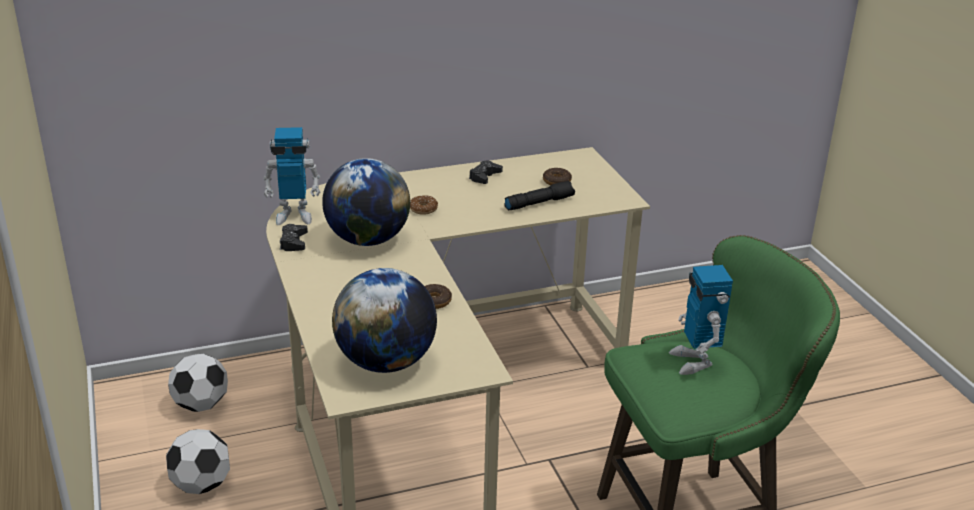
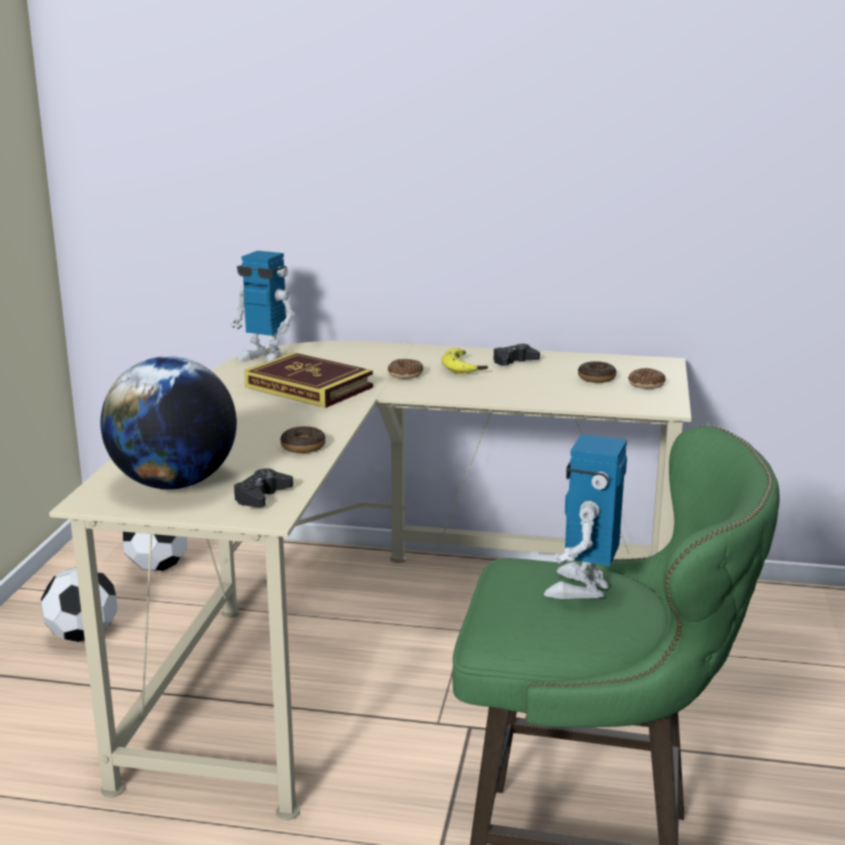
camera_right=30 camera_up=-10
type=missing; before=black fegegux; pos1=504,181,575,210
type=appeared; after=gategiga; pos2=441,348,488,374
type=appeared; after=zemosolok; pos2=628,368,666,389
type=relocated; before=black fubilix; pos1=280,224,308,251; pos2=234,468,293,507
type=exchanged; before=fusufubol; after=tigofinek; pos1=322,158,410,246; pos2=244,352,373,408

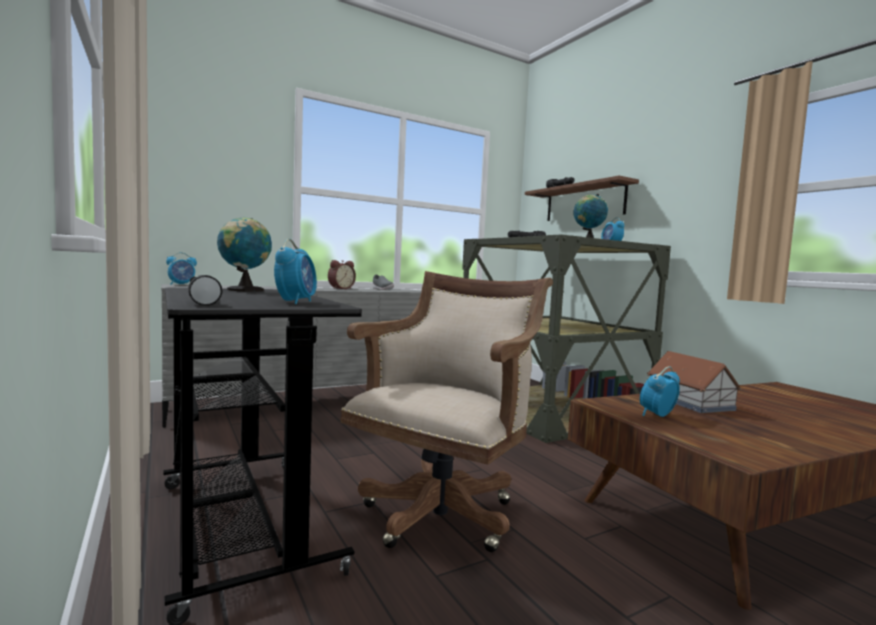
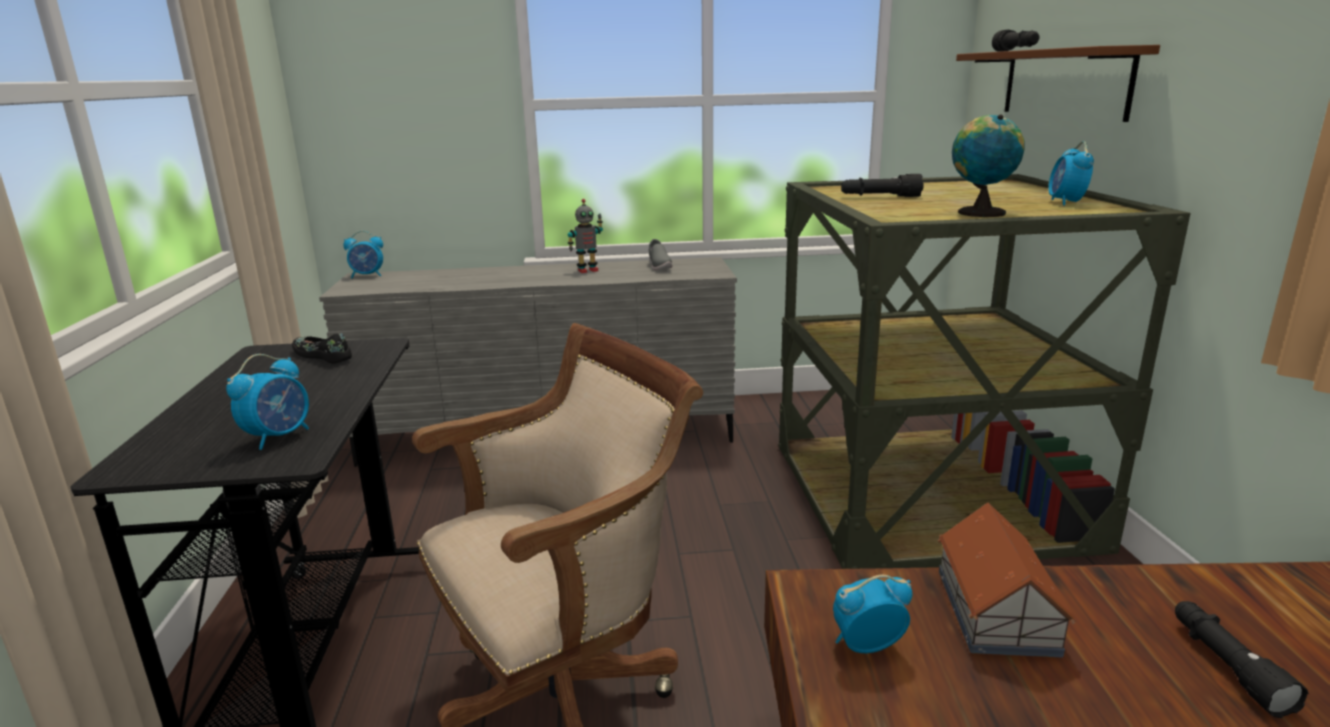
camera_right=25 camera_up=15
type=relocated; before=black fegegux; pos1=188,275,223,306; pos2=1175,601,1309,718
type=exchanged; before=fusufubol; after=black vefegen; pos1=217,217,272,292; pos2=292,333,352,364
type=exchanged; before=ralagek; after=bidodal; pos1=328,260,356,289; pos2=568,199,603,273

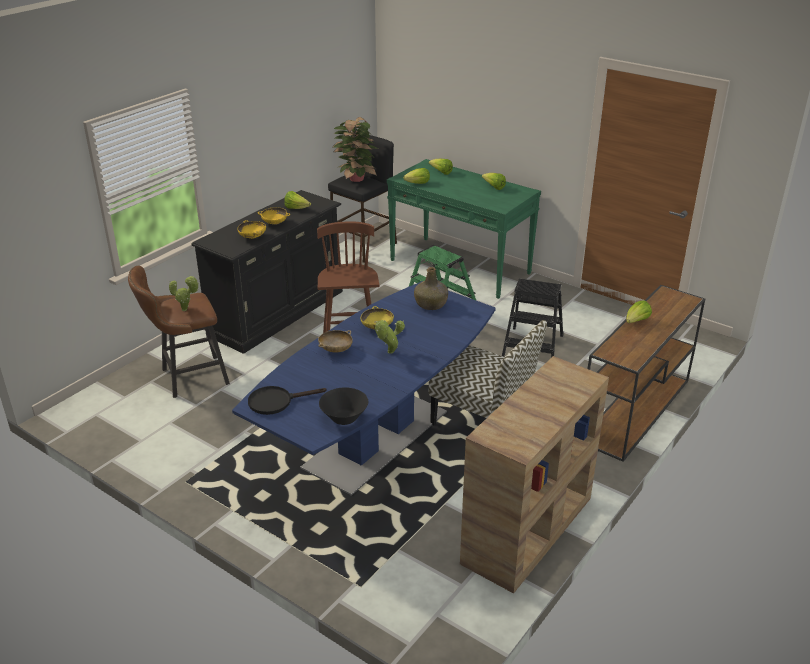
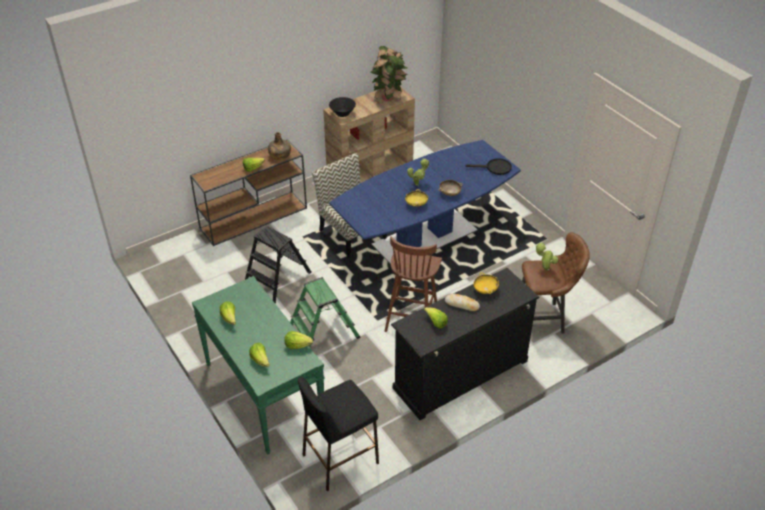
camera_right=-160 camera_up=10
type=relocated; before=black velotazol; pos1=319,387,368,425; pos2=329,97,356,117
type=relocated; before=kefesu; pos1=332,117,378,182; pos2=371,46,407,101
type=relocated; before=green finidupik; pos1=414,267,448,310; pos2=268,132,291,160
type=exchanged; before=yellow velotazol; after=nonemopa; pos1=258,207,290,225; pos2=445,294,480,311

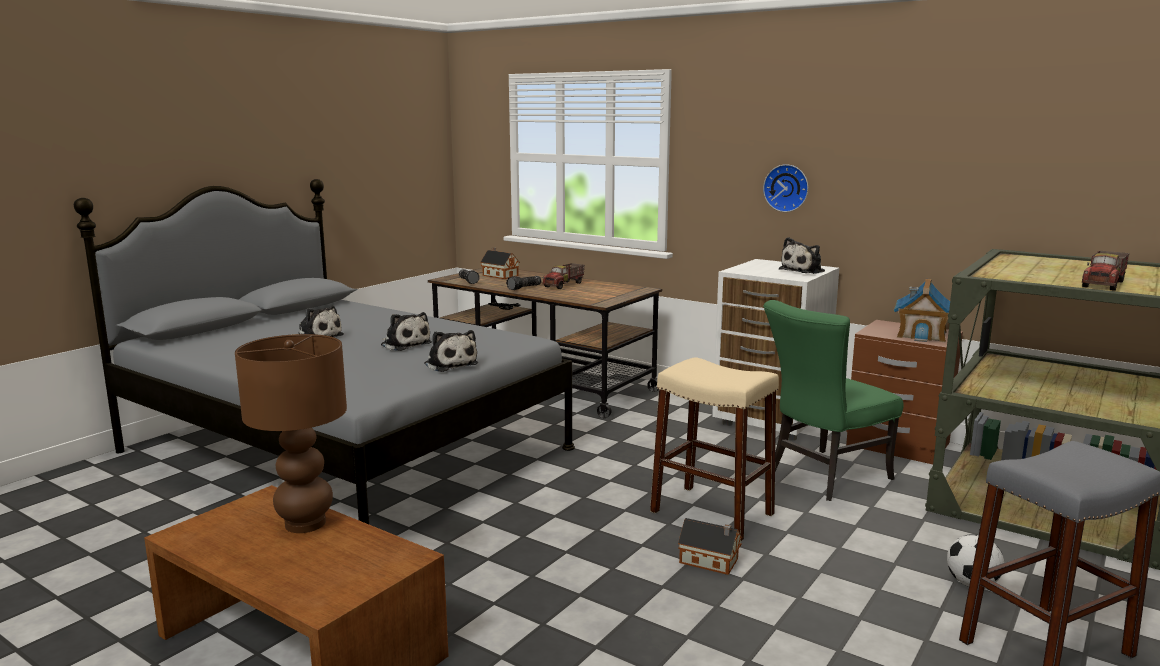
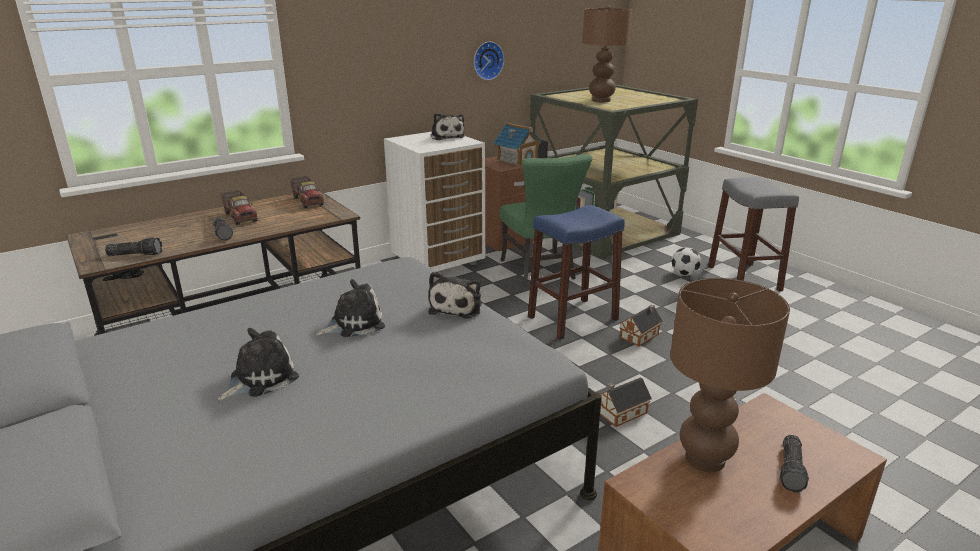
camera_right=-70 camera_up=10
type=appeared; after=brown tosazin; pos2=582,5,632,102
type=appeared; after=fegegux; pos2=780,435,809,492
type=relocated; before=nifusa; pos1=480,248,520,279; pos2=600,377,652,427
type=relocated; before=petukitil; pos1=763,164,808,212; pos2=474,42,504,80
type=relocated; before=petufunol; pos1=1082,250,1129,291; pos2=290,176,324,208
type=colour; before=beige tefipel; after=blue tefipel; pos1=650,357,779,541; pos2=528,205,625,340
type=spun; before=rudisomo; pos1=424,330,478,372; pos2=428,272,482,319; turn=120

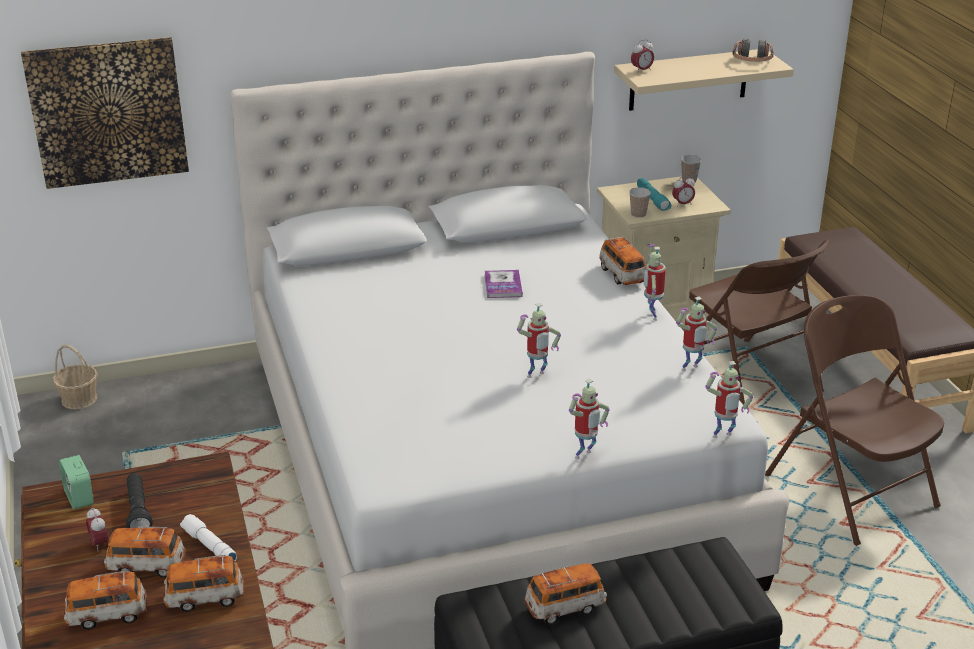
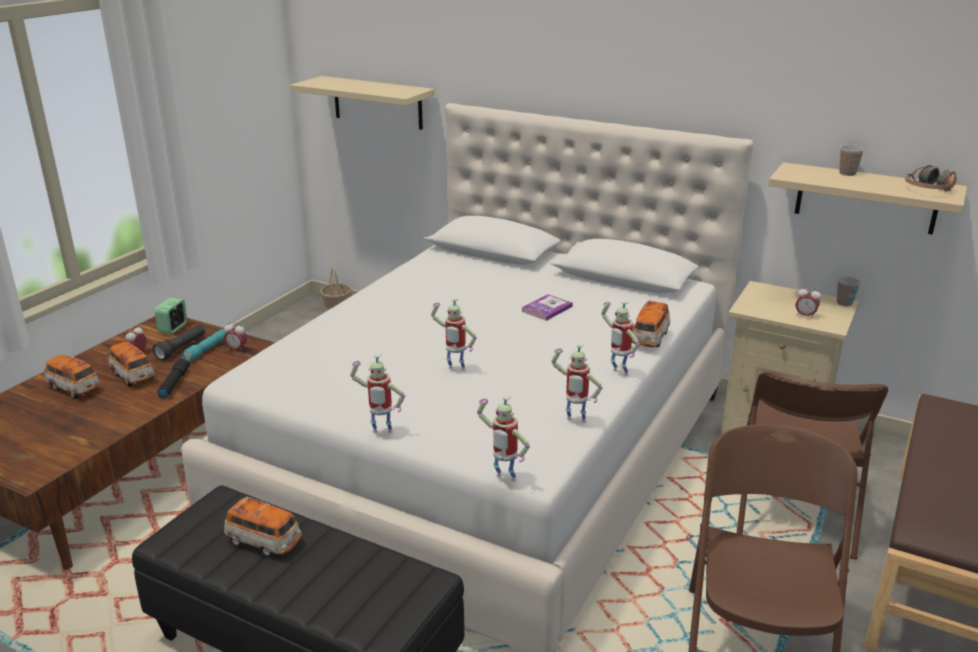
camera_right=45 camera_up=-5
type=missing; before=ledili; pos1=163,555,244,612
type=relocated; before=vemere; pos1=629,187,651,218; pos2=839,145,864,176
type=relocated; before=ralagek; pos1=631,39,654,73; pos2=224,322,247,351
type=relocated; before=turquoise fegegux; pos1=637,178,671,211; pos2=181,329,227,362
type=exchanged; before=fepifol; after=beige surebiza; pos1=21,37,189,189; pos2=290,76,435,130
type=colour; before=white fegegux; after=black fegegux; pos1=180,514,237,561; pos2=158,358,190,398
type=spun; before=bidodal; pos1=644,244,666,321; pos2=601,301,640,376; turn=-90

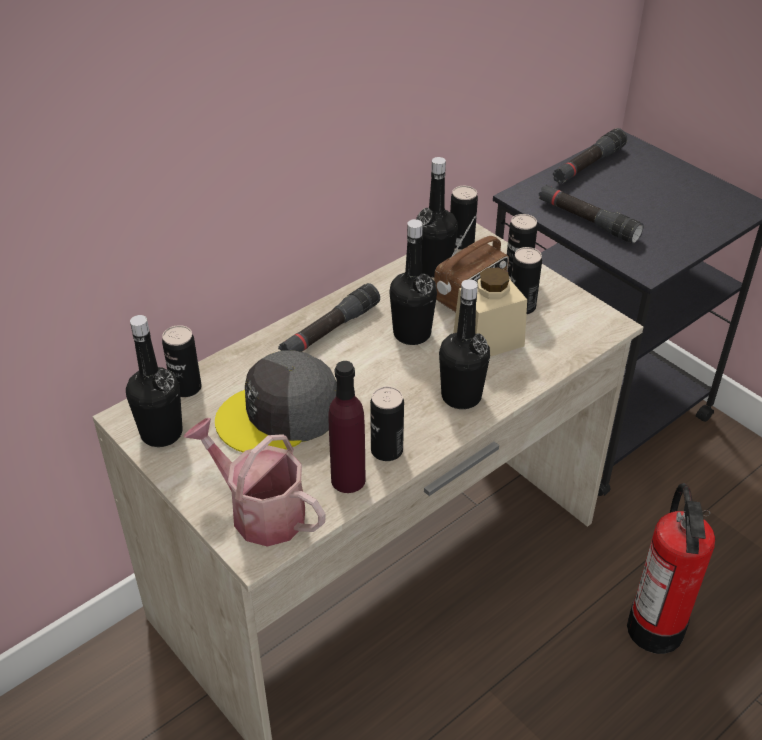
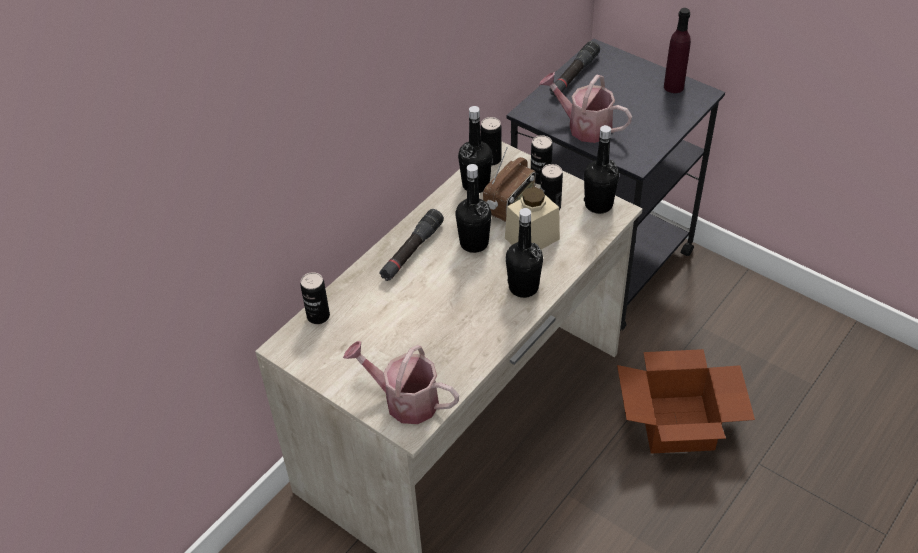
camera_right=-10 camera_up=5
type=missing; before=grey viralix; pos1=215,350,337,452
type=missing; before=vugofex; pos1=370,386,404,461
type=relocated; before=black finidupik; pos1=126,315,183,447; pos2=584,125,619,214
type=relocated; before=purple finidupik; pos1=328,361,365,493; pos2=664,8,691,93
type=exchanged; before=black fegegux; after=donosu; pos1=539,185,643,244; pos2=539,72,632,143
type=exchanged; before=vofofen; after=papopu; pos1=627,483,715,654; pos2=617,349,755,453

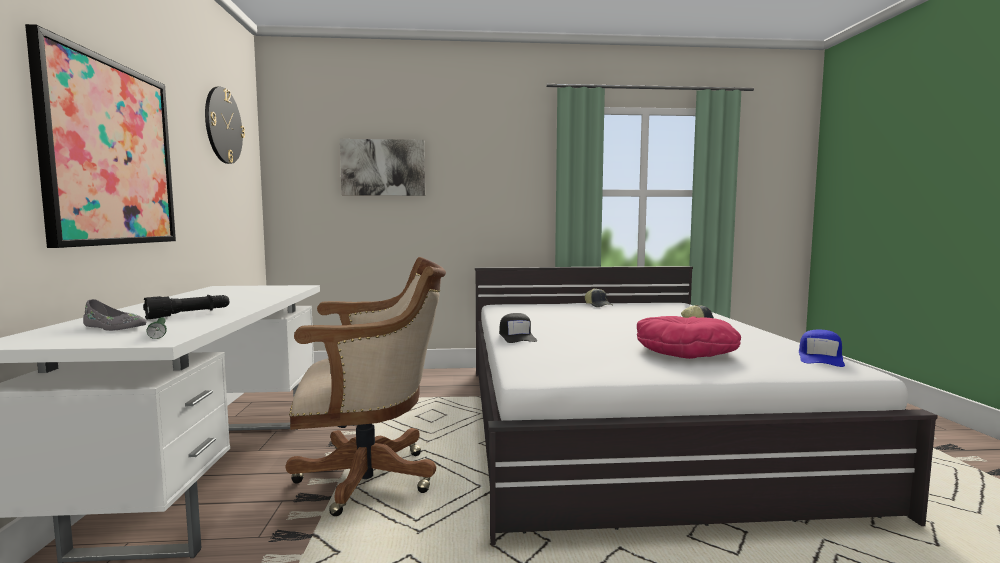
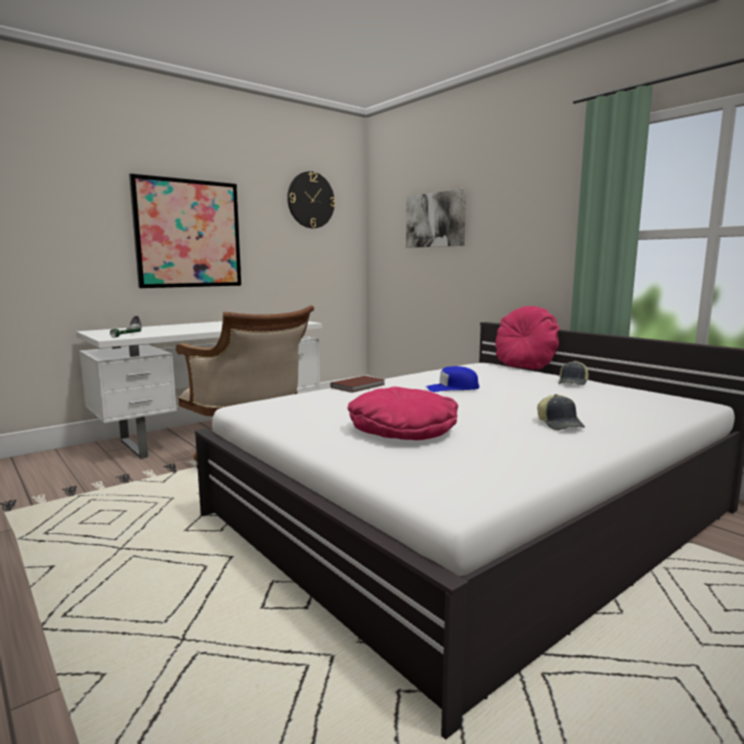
camera_right=55 camera_up=5
type=missing; before=black fegegux; pos1=143,295,229,319
type=appeared; after=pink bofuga; pos2=495,306,560,369
type=relocated; before=blue viralix; pos1=799,330,845,367; pos2=426,366,479,392
type=exchanged; before=black viralix; after=brown tigofinek; pos1=499,313,537,343; pos2=330,376,385,393

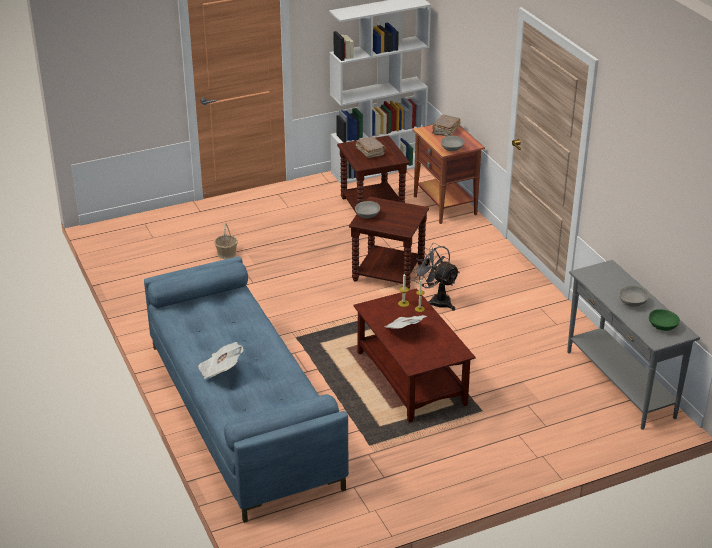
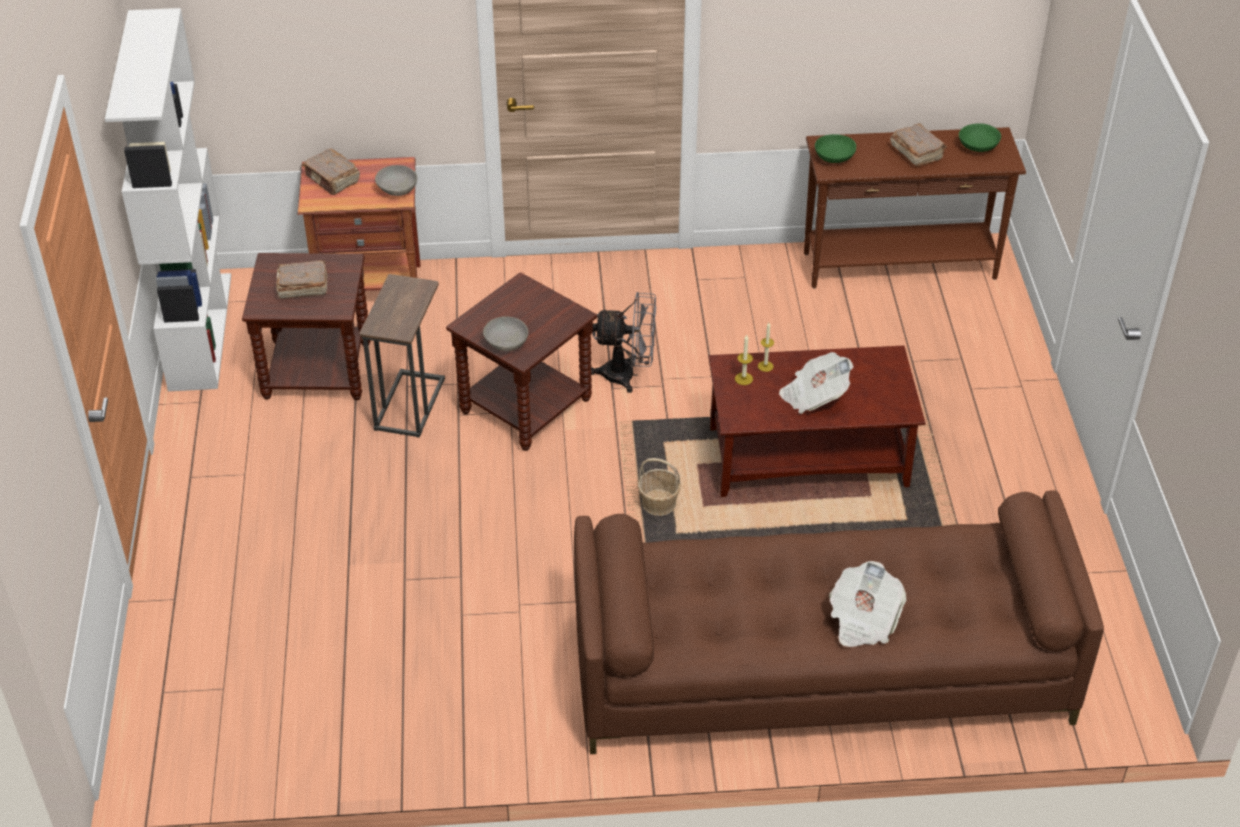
camera_right=-70 camera_up=10
type=appeared; after=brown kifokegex; pos2=359,274,445,438
type=appeared; after=green velotazol; pos2=815,134,856,163
type=relocated; before=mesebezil; pos1=214,223,238,259; pos2=638,458,681,516
type=exchanged; before=grey velotazol; after=brown tigofinek; pos1=619,286,649,307; pos2=890,123,947,167
type=colour; before=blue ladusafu; after=brown ladusafu; pos1=144,256,349,523; pos2=574,490,1104,754
type=colour; before=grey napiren; after=brown napiren; pos1=567,260,700,430; pos2=804,127,1026,288
type=spun; before=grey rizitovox; pos1=412,243,460,311; pos2=591,292,656,393; turn=-150

